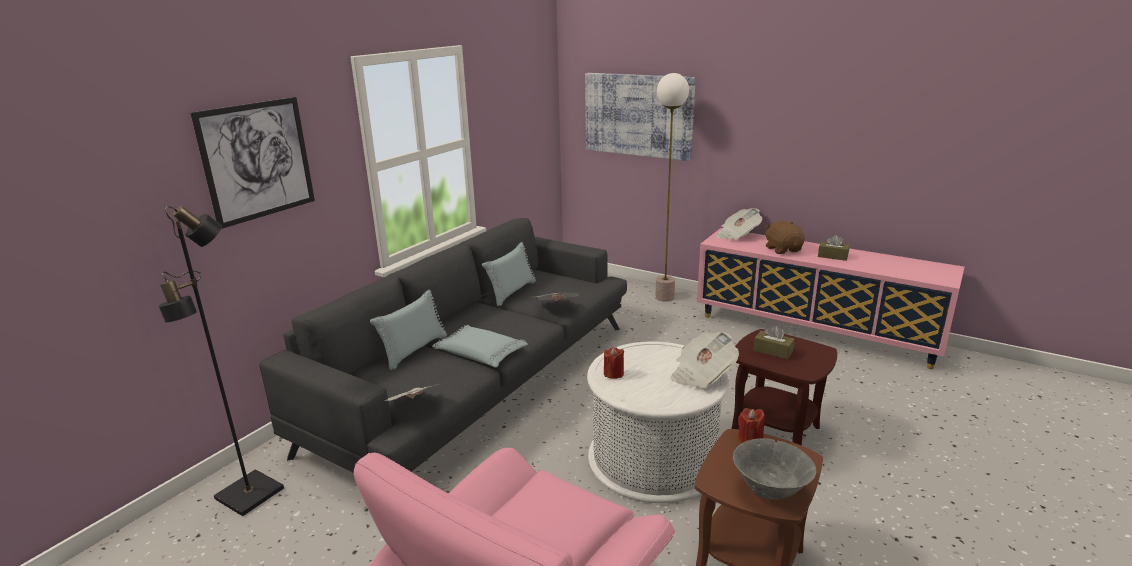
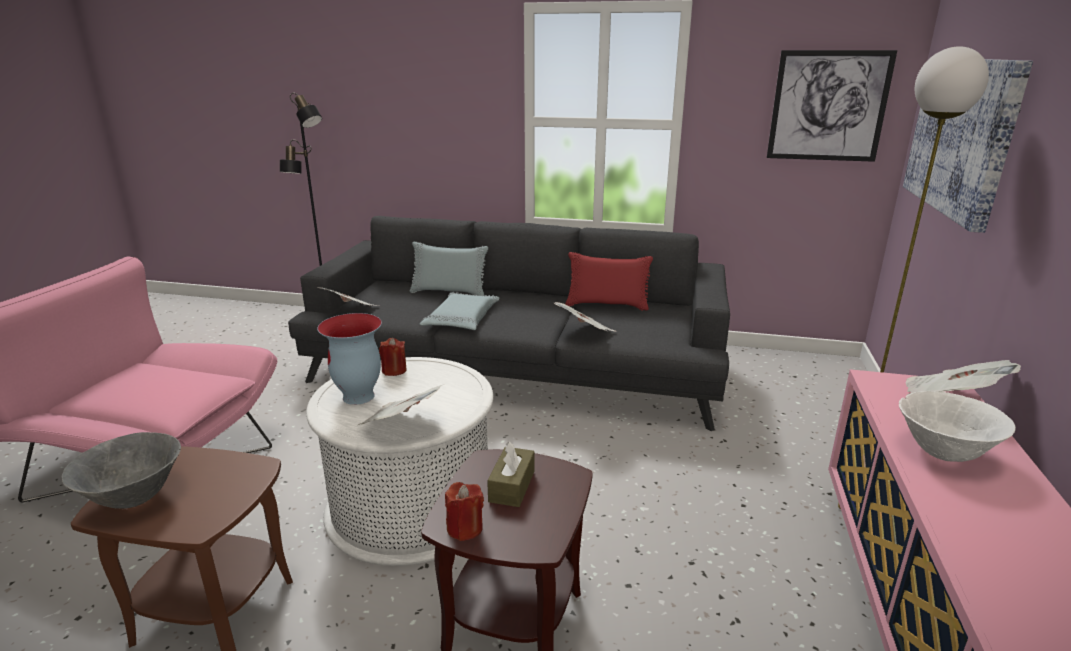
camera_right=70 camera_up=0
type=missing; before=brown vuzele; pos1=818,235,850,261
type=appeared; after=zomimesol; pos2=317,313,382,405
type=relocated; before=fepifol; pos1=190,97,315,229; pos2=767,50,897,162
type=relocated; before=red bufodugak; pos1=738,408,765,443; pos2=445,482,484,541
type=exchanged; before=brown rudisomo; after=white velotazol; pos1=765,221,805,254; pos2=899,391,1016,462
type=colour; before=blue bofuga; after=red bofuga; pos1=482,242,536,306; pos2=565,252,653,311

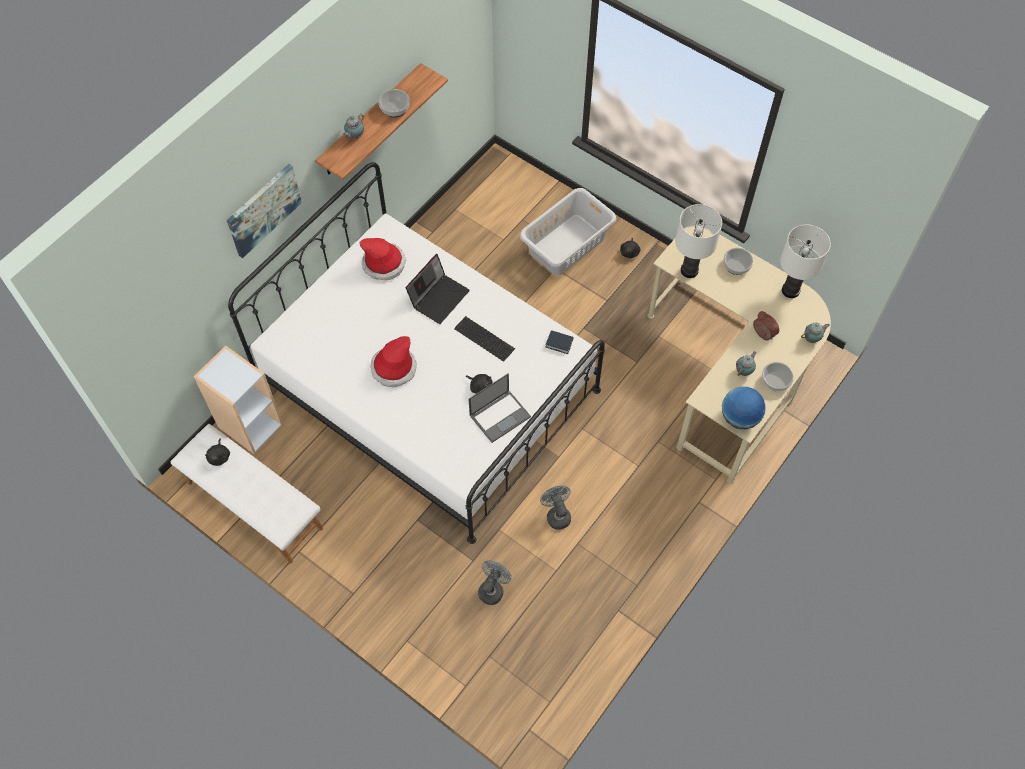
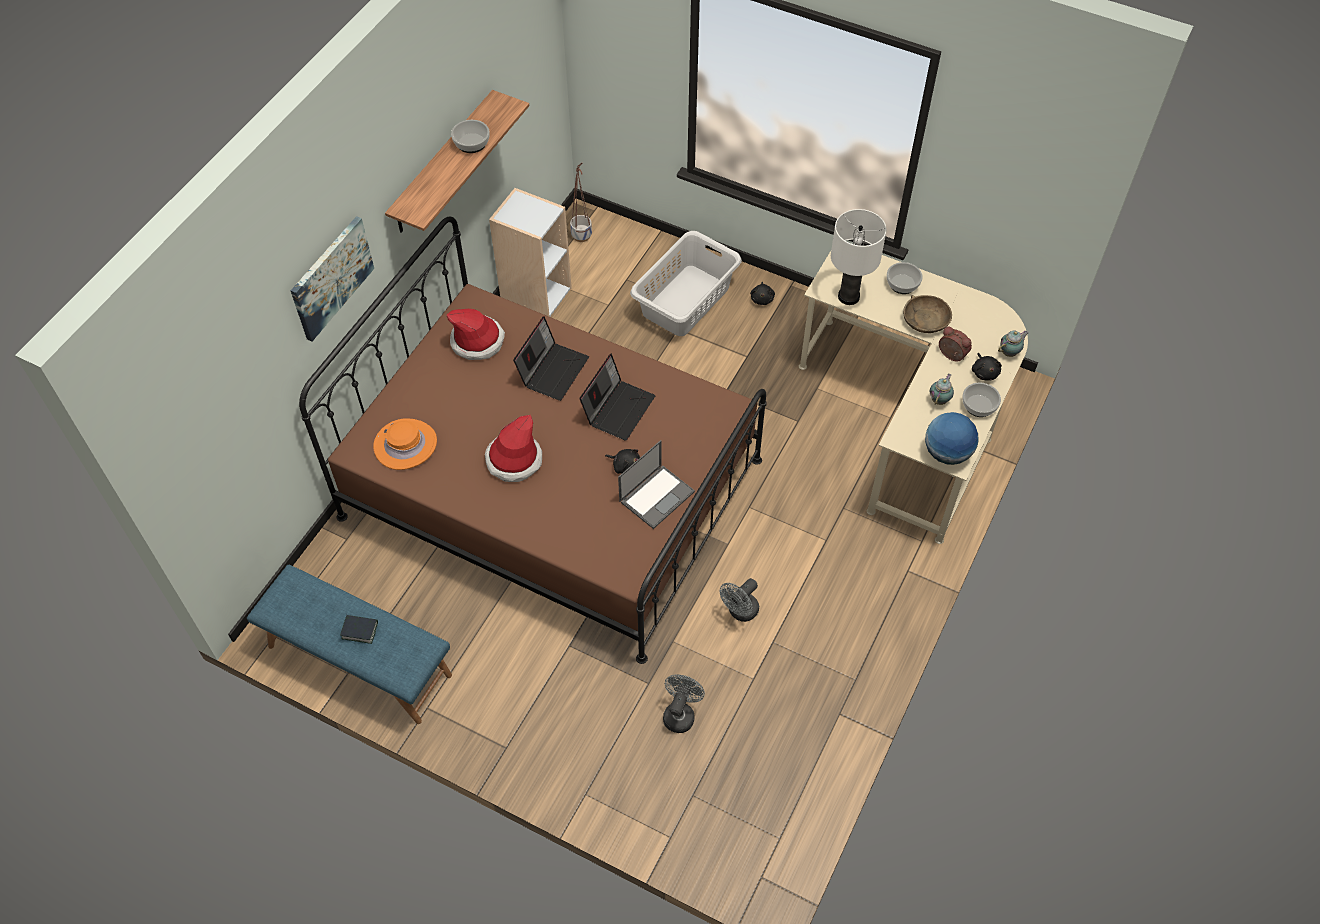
camera_right=-10 camera_up=-5
type=missing; before=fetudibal; pos1=343,113,364,139
type=missing; before=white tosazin; pos1=780,224,831,298
type=appeared; after=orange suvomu; pos2=373,418,437,470
type=appeared; after=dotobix; pos2=570,163,592,242
type=appeared; after=brown velotazol; pos2=903,295,952,333
type=relocated; before=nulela; pos1=194,346,283,454; pos2=489,188,572,317
type=relocated; before=black rudisomo; pos1=205,439,230,466; pos2=972,353,1002,381
type=relocated; before=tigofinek; pos1=546,330,574,354; pos2=340,615,378,644
type=exchanged; before=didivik; after=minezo; pos1=454,316,515,362; pos2=579,354,655,441
type=colour; before=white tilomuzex; after=blue tilomuzex; pos1=171,424,323,564; pos2=247,564,452,724
type=colour; before=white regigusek; after=brown regigusek; pos1=228,162,605,544; pos2=299,217,767,664
type=spun; before=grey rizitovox; pos1=540,485,571,530; pos2=720,578,759,622; turn=-105

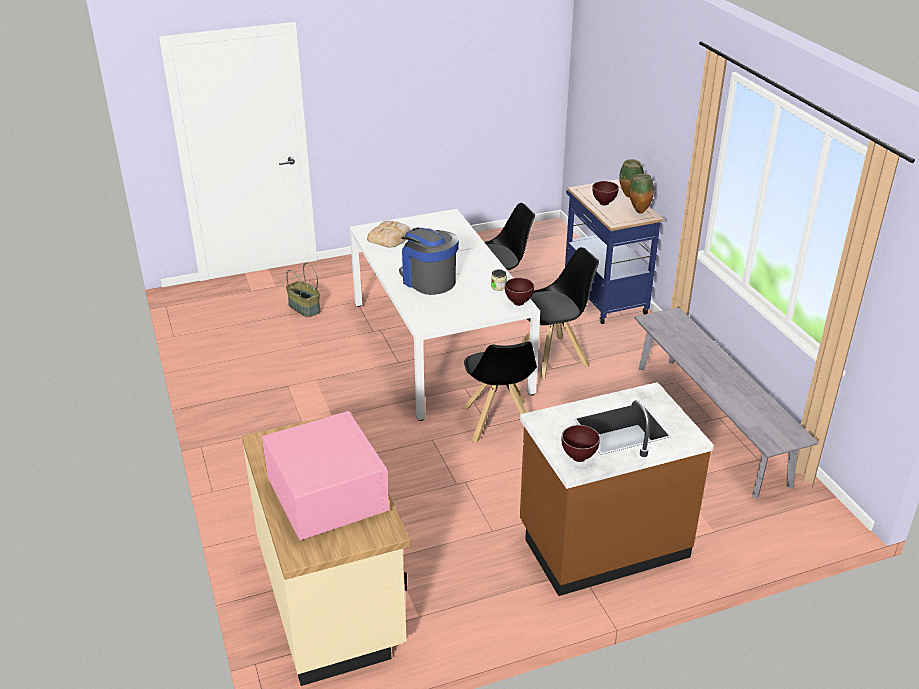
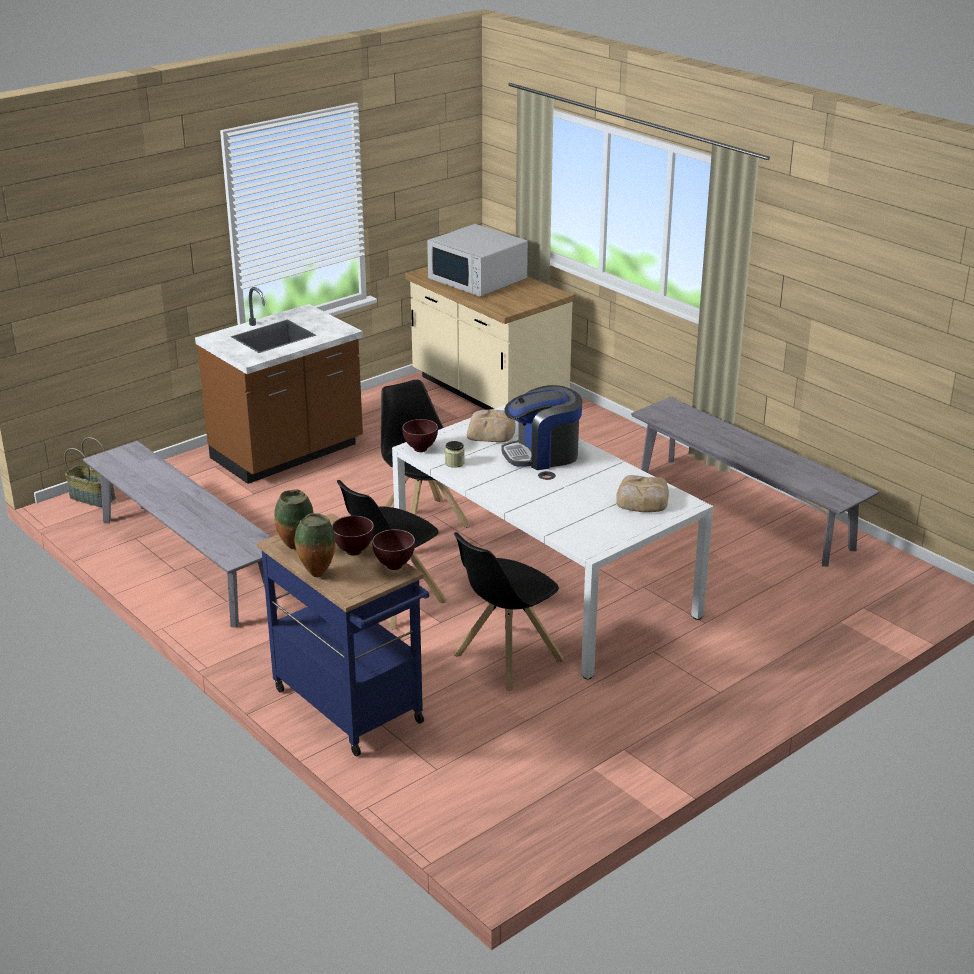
camera_right=160 camera_up=-5
type=appeared; after=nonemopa; pos2=467,409,515,442
type=appeared; after=grey tilomuzex; pos2=631,397,880,567
type=relocated; before=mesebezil; pos1=286,263,321,317; pos2=64,437,116,507
type=relocated; before=brown velotazol; pos1=562,425,600,462; pos2=372,529,415,570
type=colour; before=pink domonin; after=white domonin; pos1=262,411,389,540; pos2=427,224,528,297
type=spun; before=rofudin; pos1=399,227,459,295; pos2=502,385,582,470; turn=135

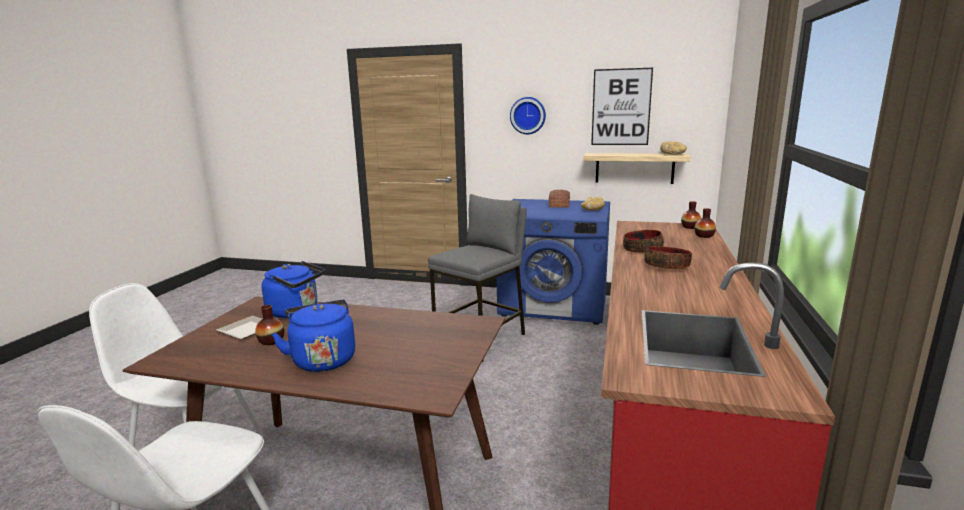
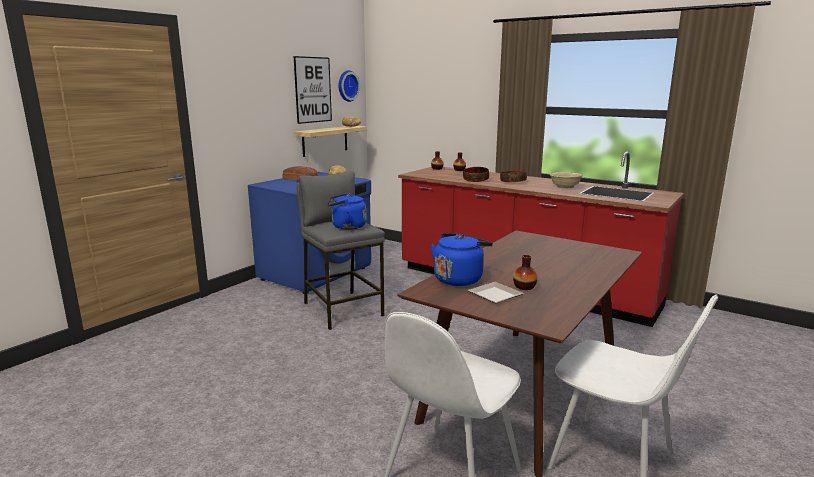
camera_right=-70 camera_up=0
type=appeared; after=beige velotazol; pos2=550,172,583,188
type=relocated; before=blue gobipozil; pos1=272,300,355,372; pos2=328,193,367,230
type=relocated; before=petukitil; pos1=510,97,546,134; pos2=339,70,360,102

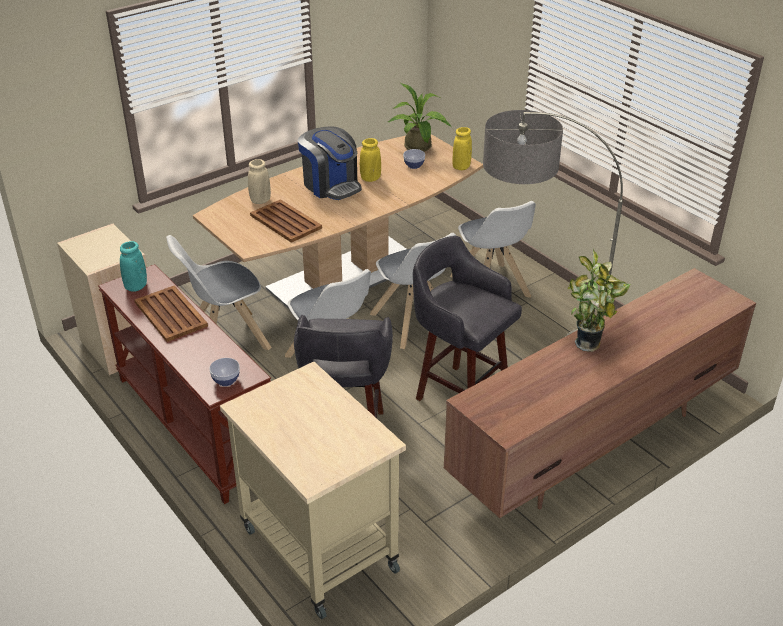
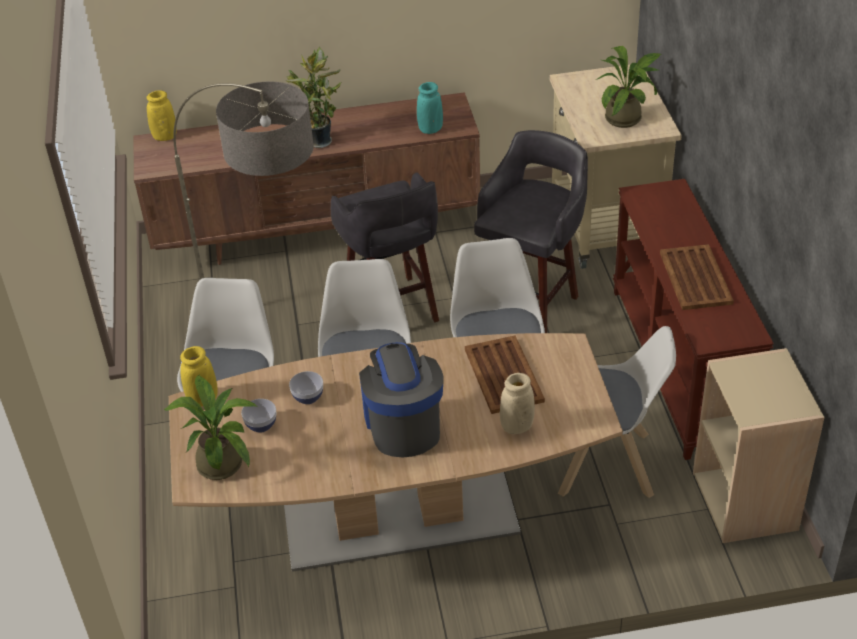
camera_right=-150 camera_up=5
type=appeared; after=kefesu; pos2=596,46,661,128
type=relocated; before=turquoise zomimesol; pos1=120,241,147,292; pos2=417,82,443,134
type=relocated; before=velotazol; pos1=209,358,240,386; pos2=289,371,323,404
type=relocated; before=yellow zomimesol; pos1=360,138,381,182; pos2=147,90,177,141

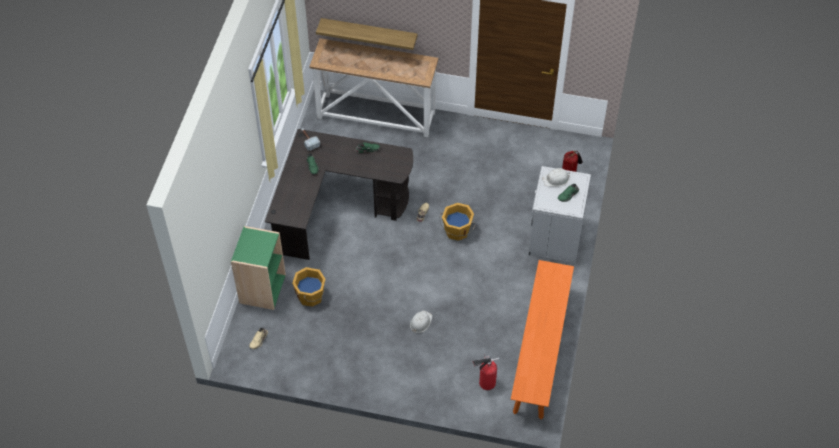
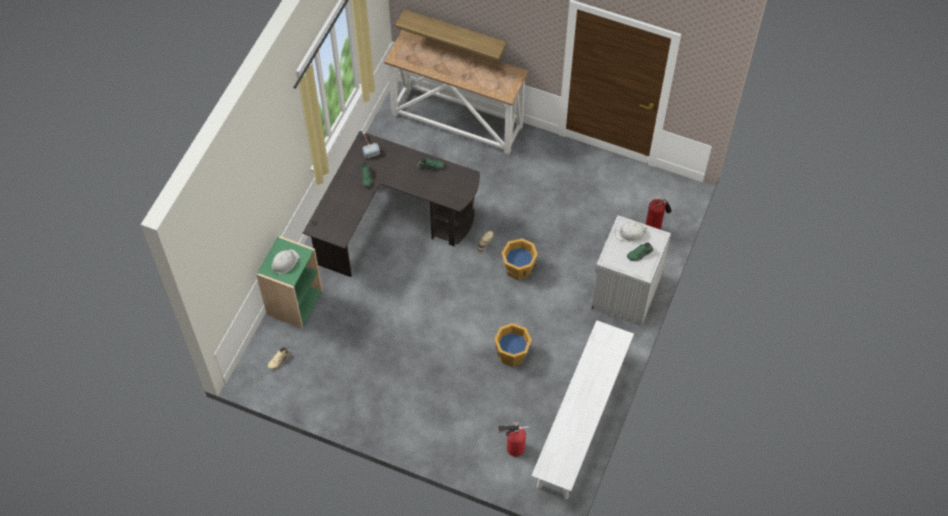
camera_right=10 camera_up=5
type=relocated; before=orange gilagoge; pos1=292,267,325,307; pos2=494,323,532,367
type=relocated; before=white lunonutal; pos1=410,310,432,333; pos2=272,249,300,274
type=colour; before=orange tilomuzex; after=white tilomuzex; pos1=511,260,574,419; pos2=531,320,634,500

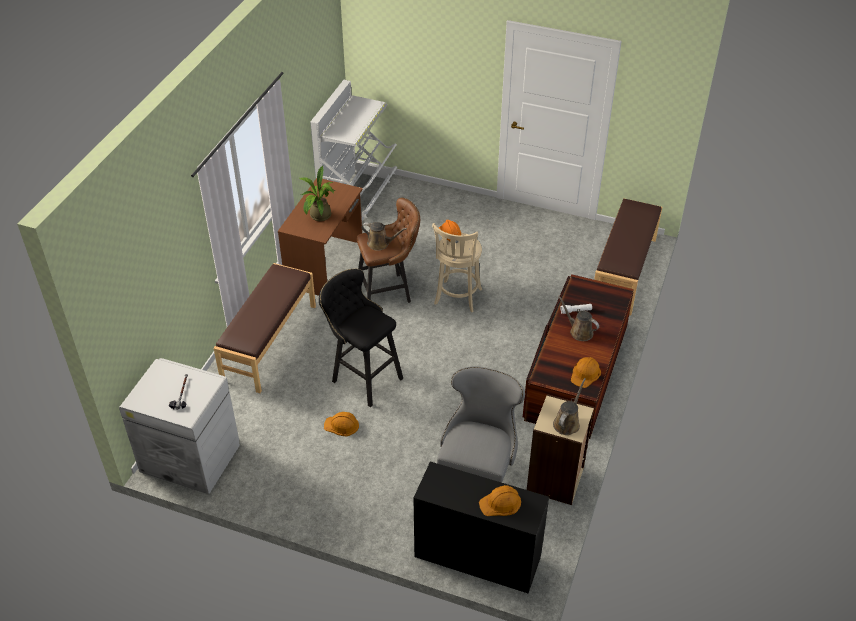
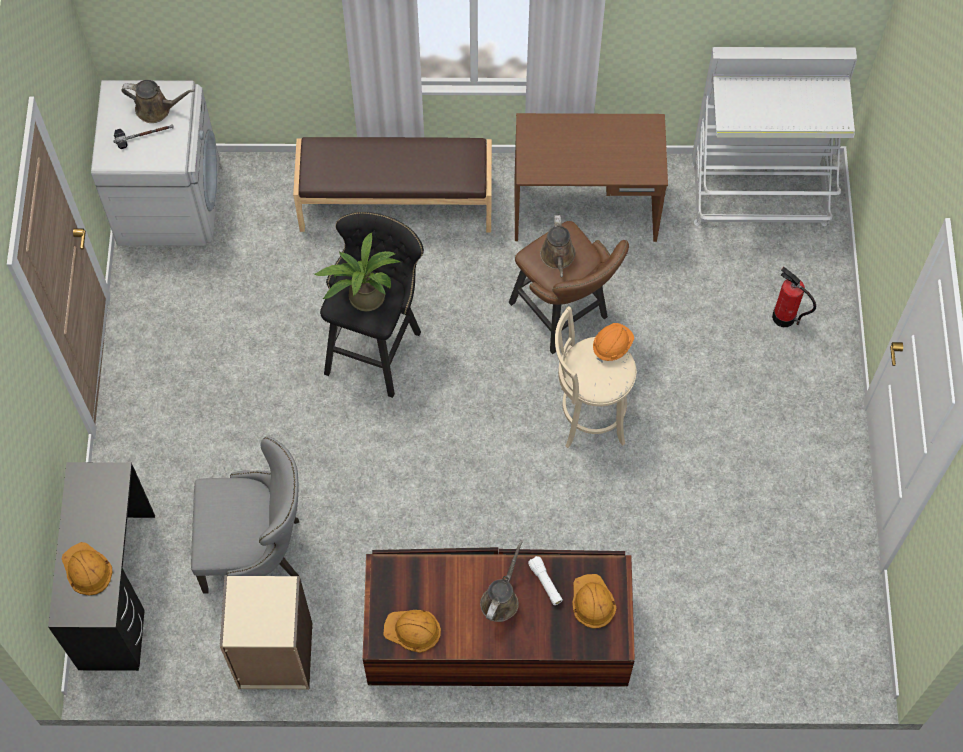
camera_right=70 camera_up=20
type=missing; before=brown tilomuzex; pos1=594,198,662,316
type=appeared; after=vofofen; pos2=772,267,816,327
type=relocated; before=kefesu; pos1=300,165,335,221; pos2=314,233,401,311
type=relocated; before=orange lunonutal; pos1=324,412,359,436; pos2=572,574,616,629
type=relocated; before=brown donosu; pos1=553,378,586,435; pos2=121,80,195,123

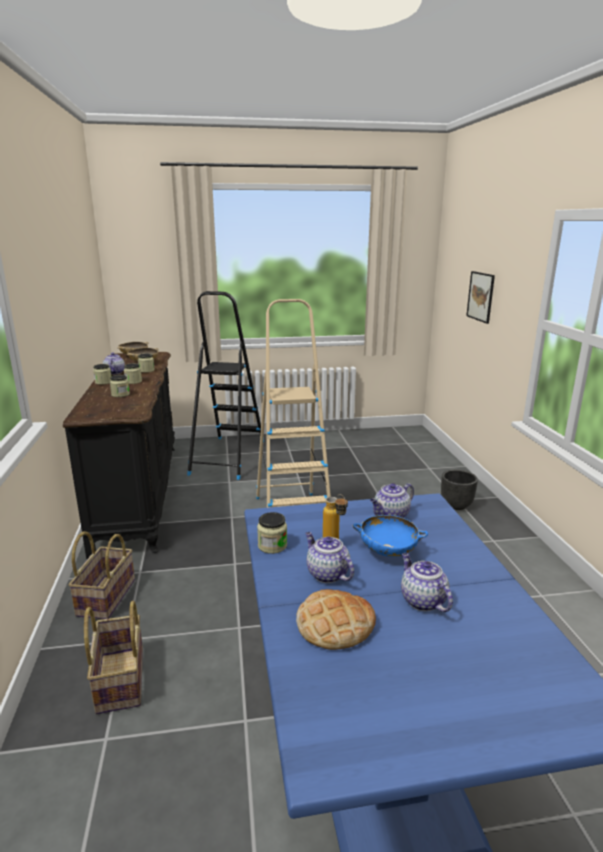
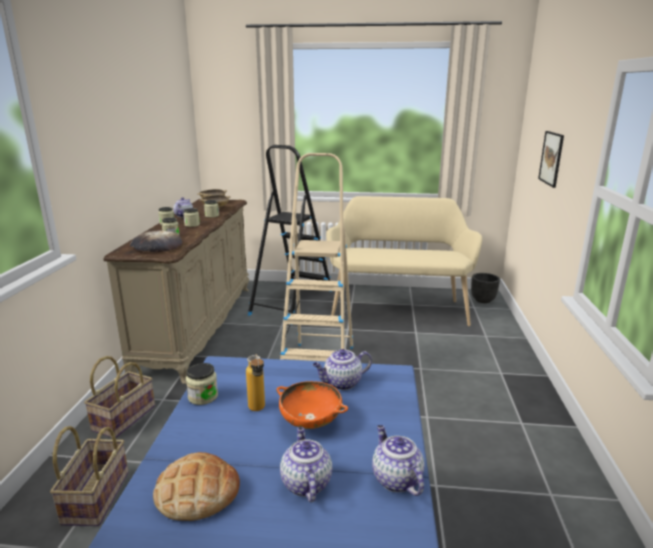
camera_right=15 camera_up=0
type=appeared; after=nonemopa; pos2=130,230,182,252
type=appeared; after=beige tilomuzex; pos2=326,196,482,327
type=relocated; before=fetudibal; pos1=305,532,354,583; pos2=372,425,424,496
type=relocated; before=black dotobix; pos1=441,470,478,510; pos2=471,273,500,303
type=colour; before=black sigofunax; after=beige sigofunax; pos1=63,352,175,559; pos2=103,199,249,384
type=colour; before=blue velotazol; after=orange velotazol; pos1=353,515,428,557; pos2=276,381,348,429

